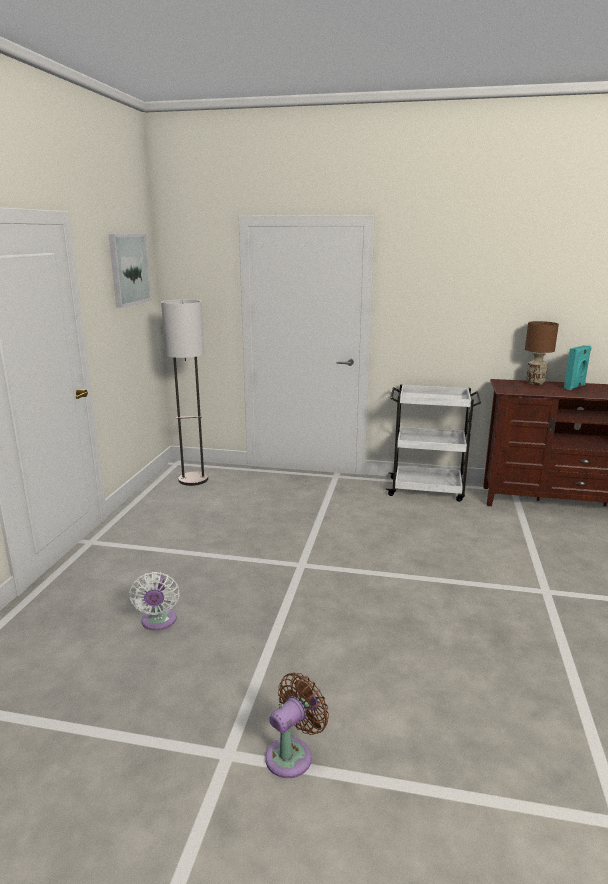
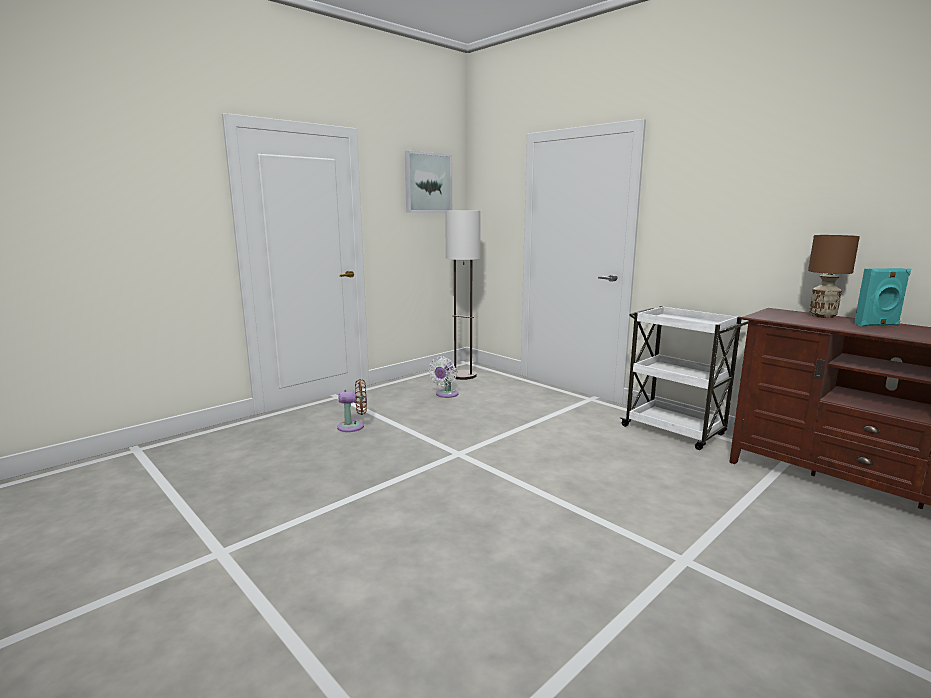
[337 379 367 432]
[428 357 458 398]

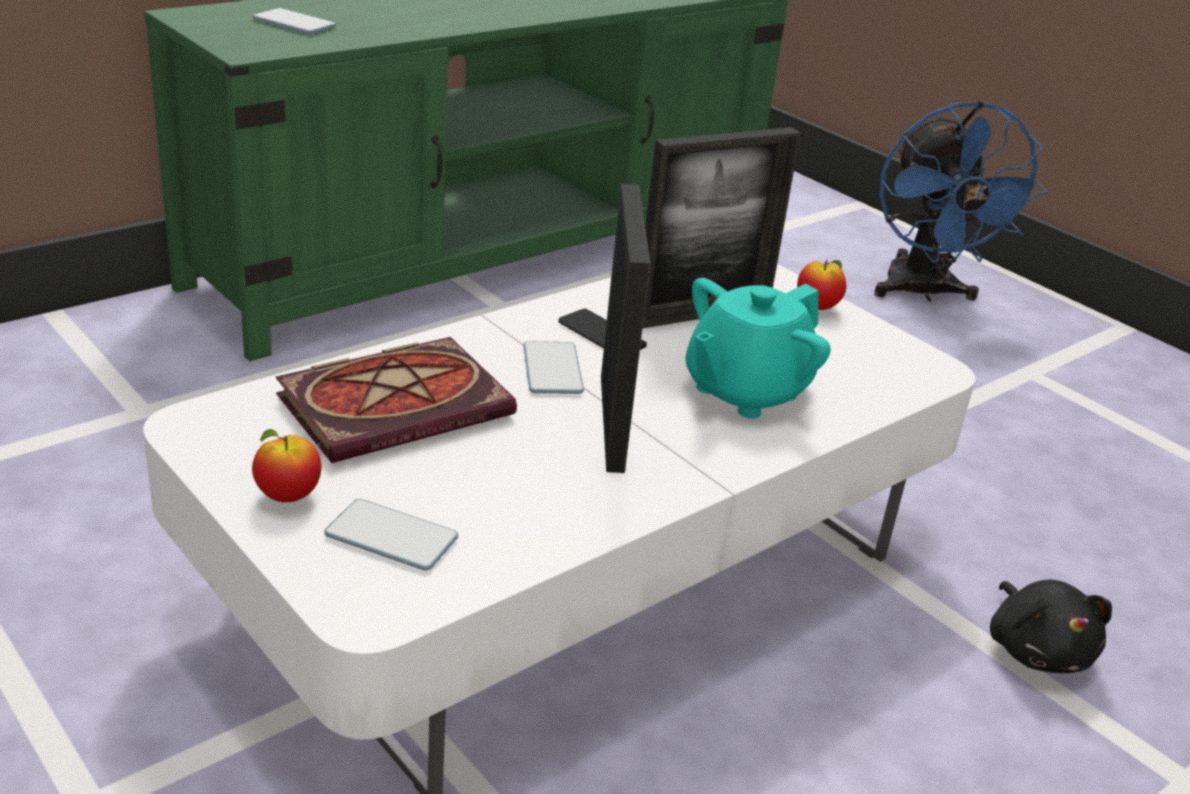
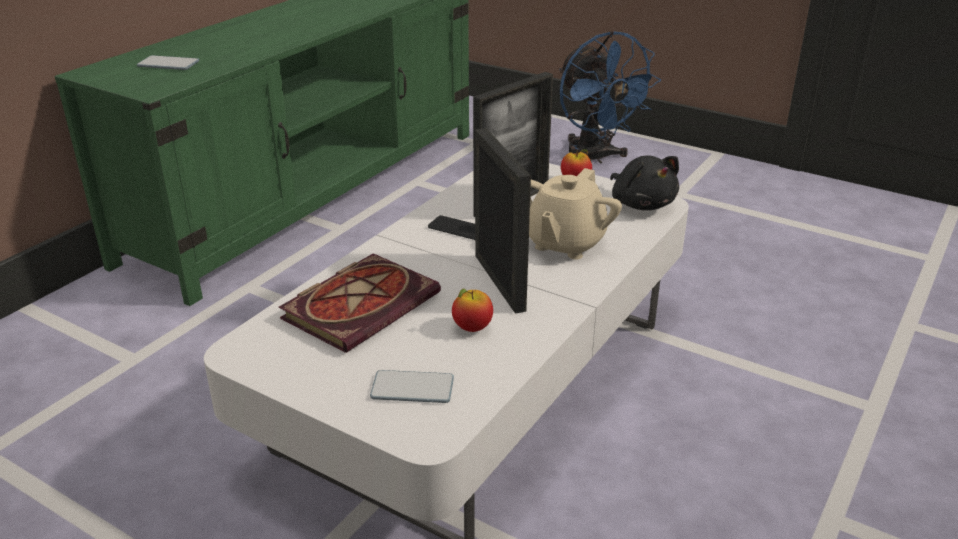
[452 289 493 332]
[529 168 622 260]
[610 156 679 210]
[523 341 584 394] (first image)

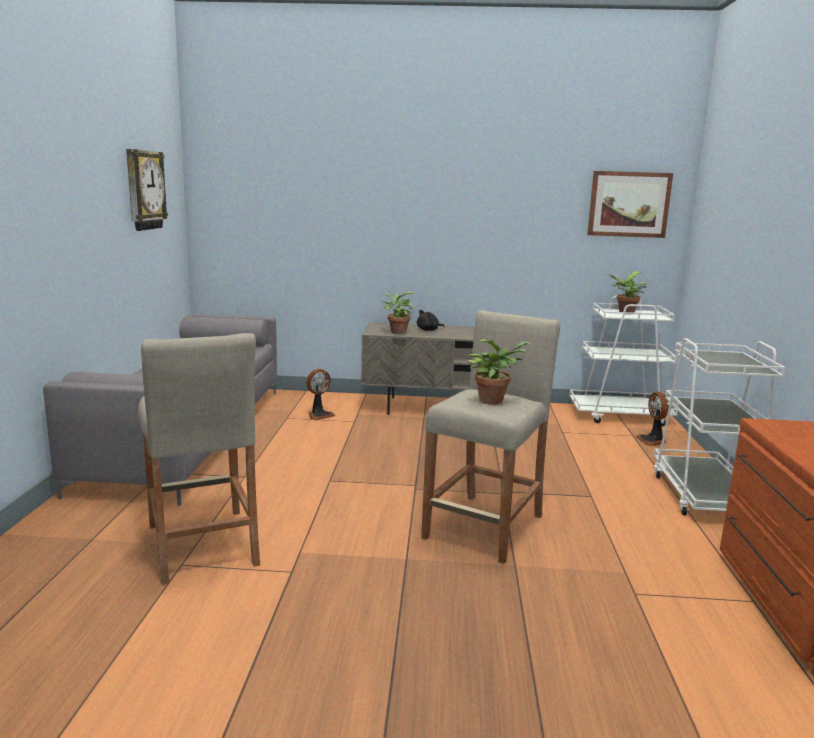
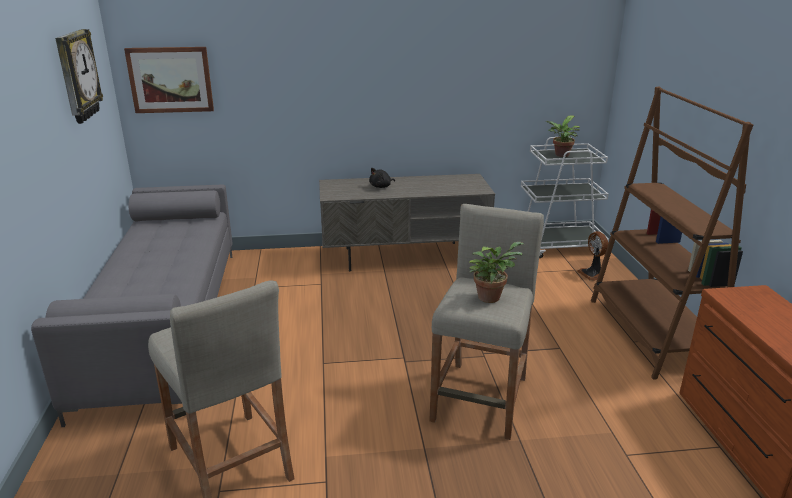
[124 47 214 113]
[591 86 753 380]
[306 369 335 420] (first image)
[382 292 414 334] (first image)

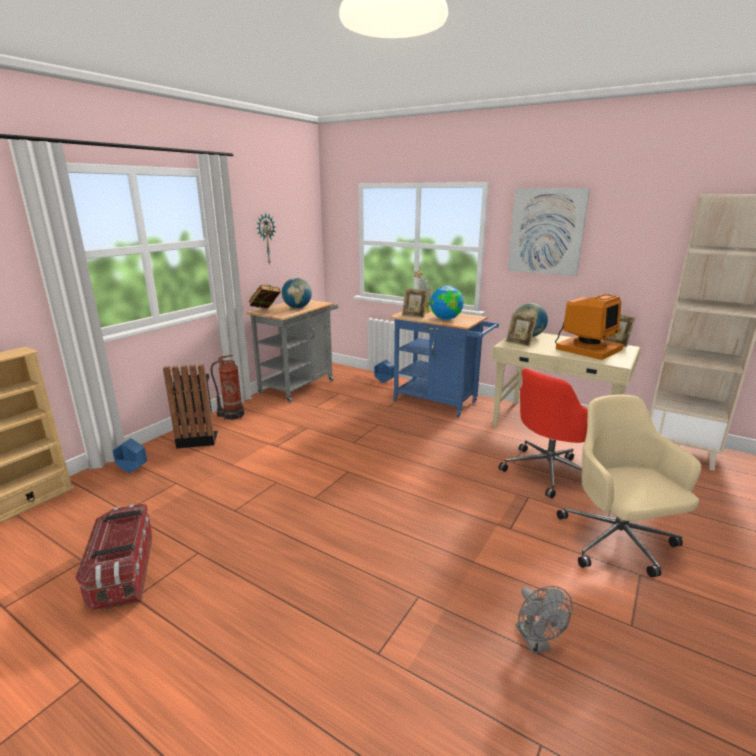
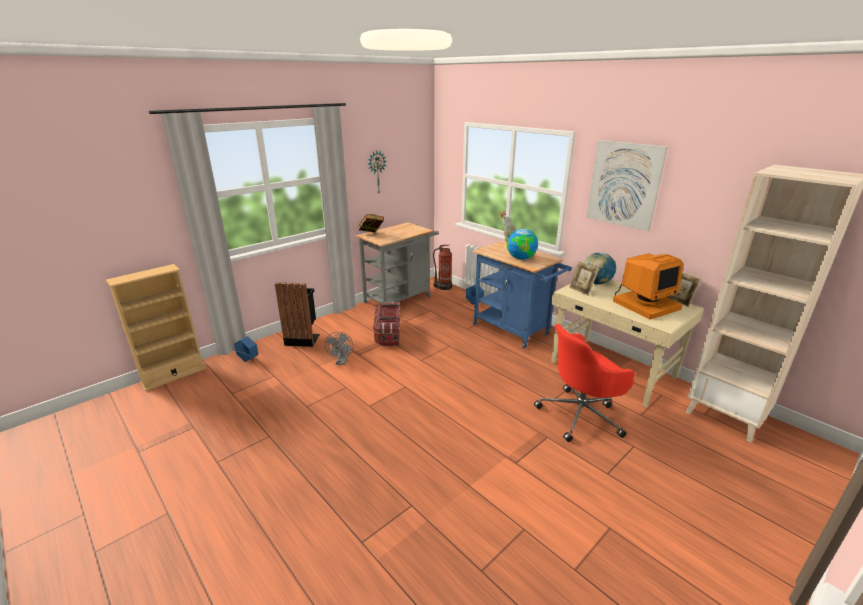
[325 332 353 365]
[373 302 400 346]
[433 245 452 291]
[282 278 312 308] (first image)
[402 288 428 318] (first image)
[557 395 701 577] (first image)

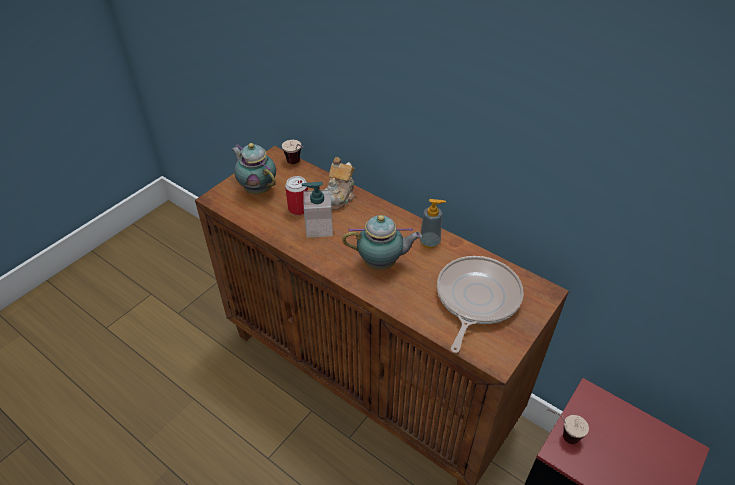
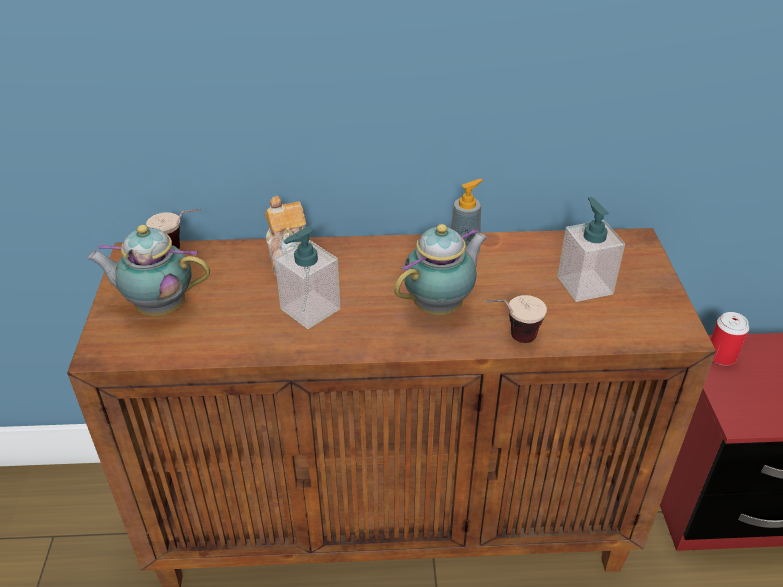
[484 295 547 343]
[557 197 625 302]
[710 312 749 366]

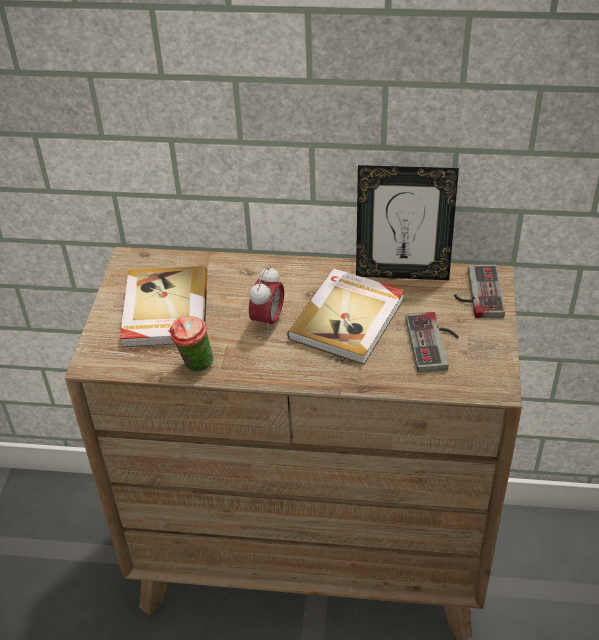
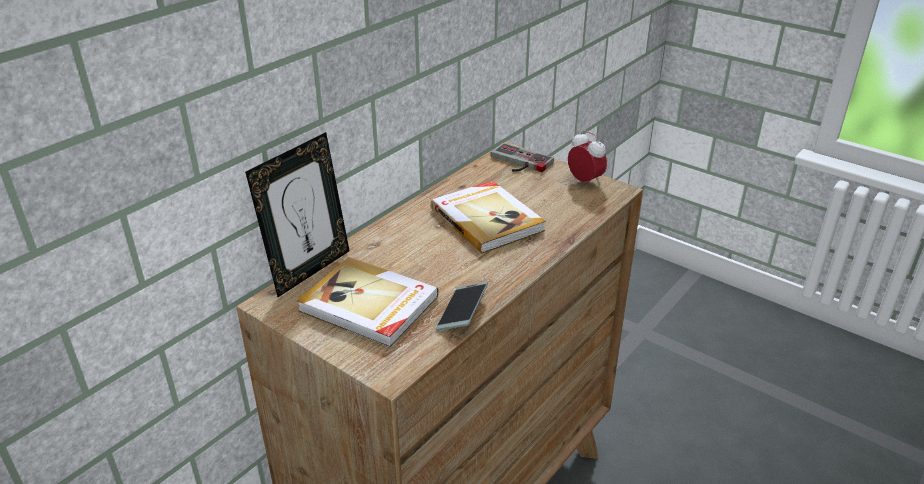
[245 132 350 297]
[436 282 488 331]
[568 130 607 185]
[406 312 459 373] (first image)

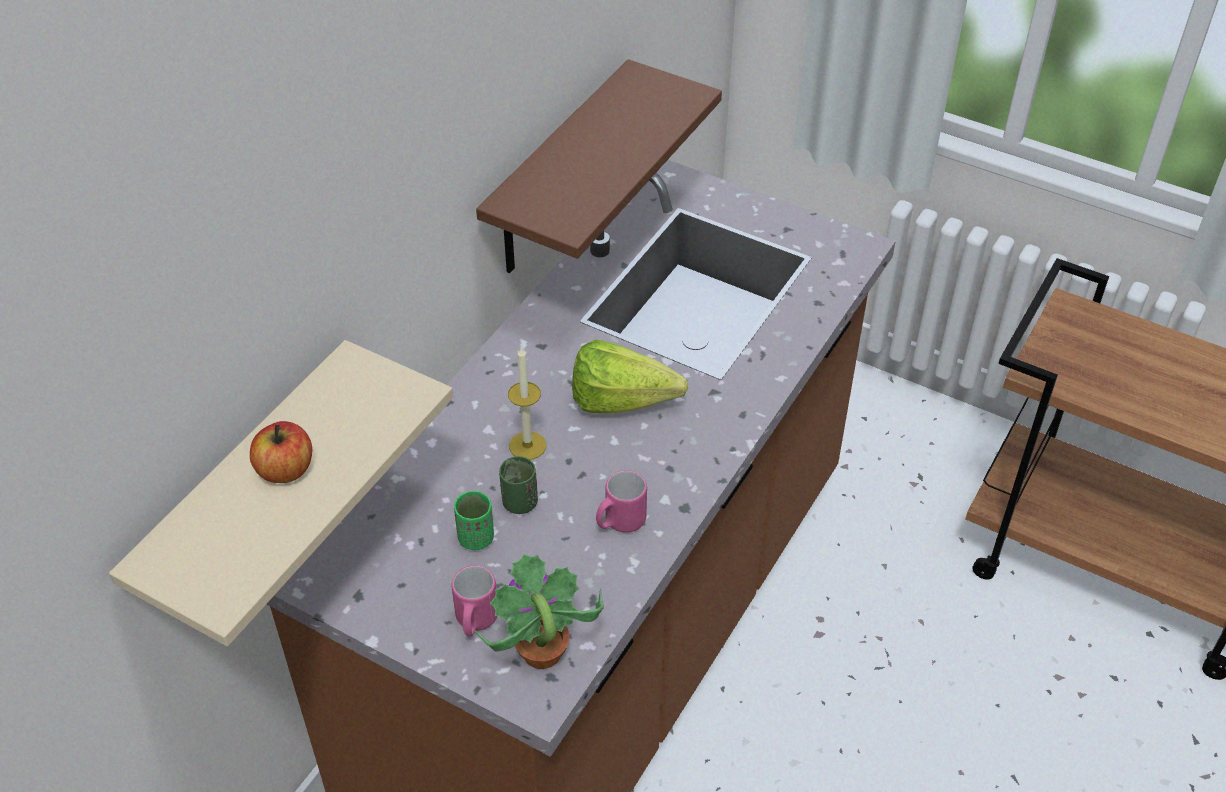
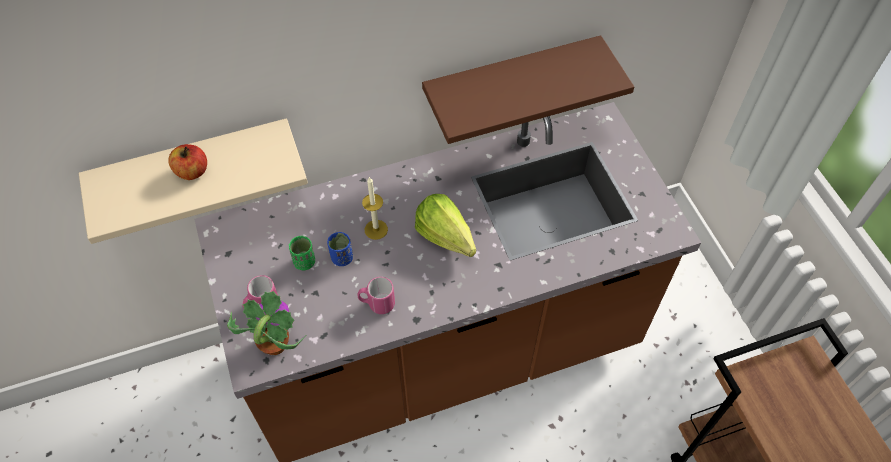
[327 232 353 266]

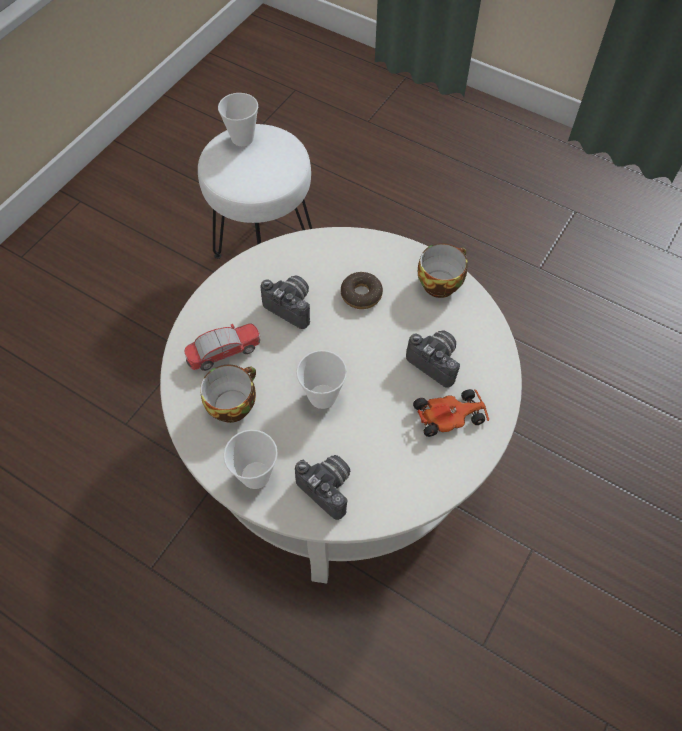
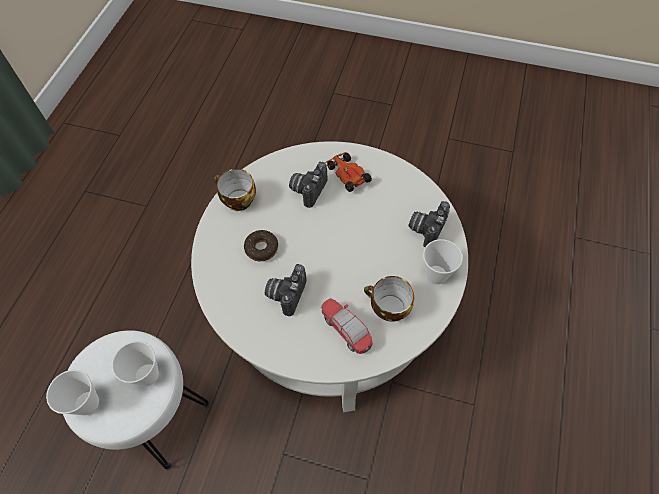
[112 341 159 387]

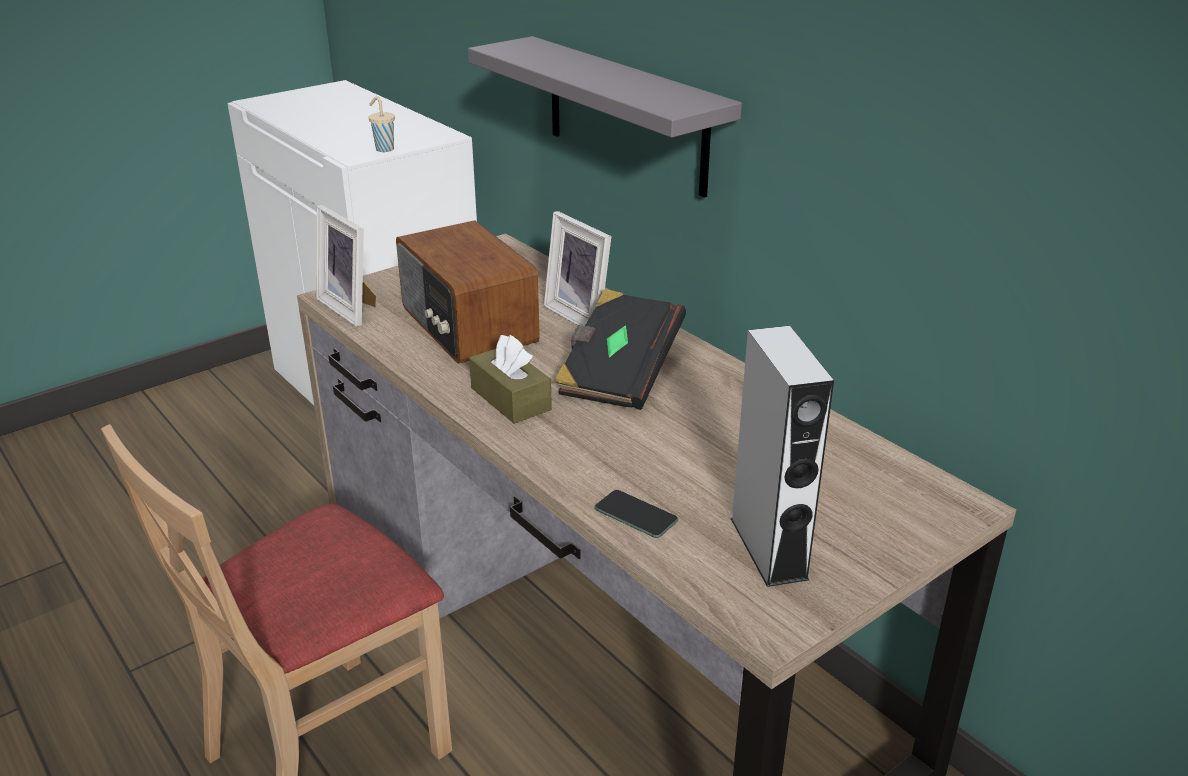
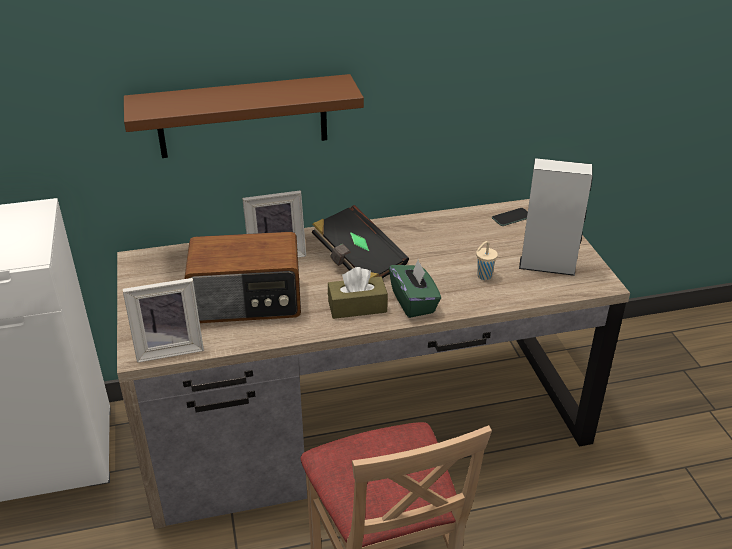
[124 74 364 158]
[389 260 441 318]
[476 241 498 280]
[492 208 528 226]

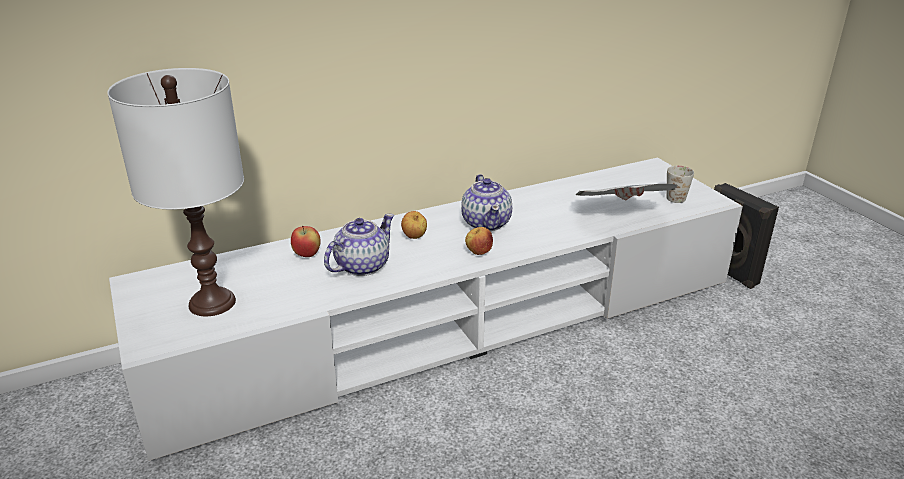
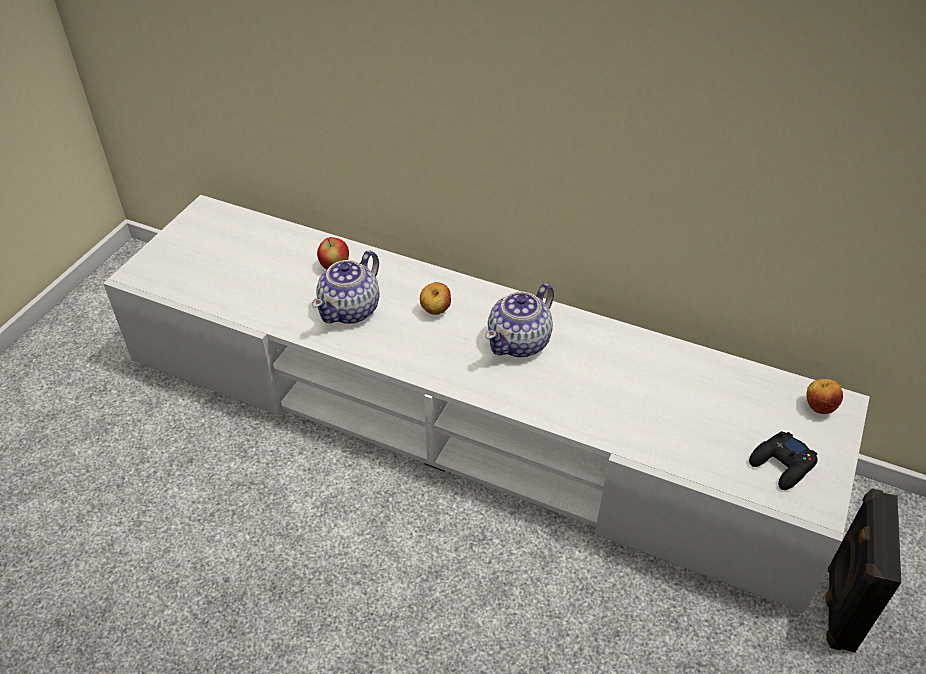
[312 250 380 324]
[749 431 818 490]
[807 379 843 414]
[107 68 244 316] (first image)
[576 184 677 200] (first image)

